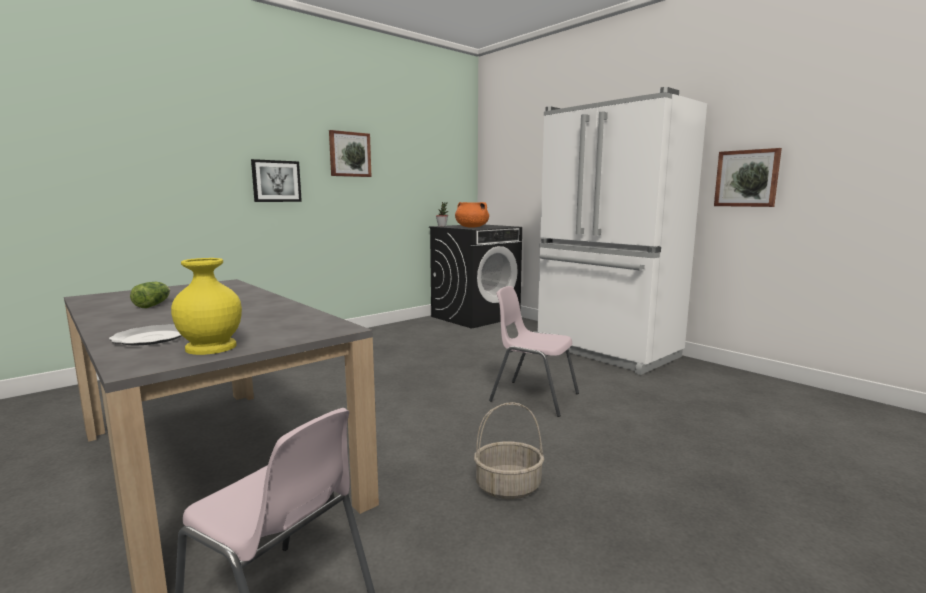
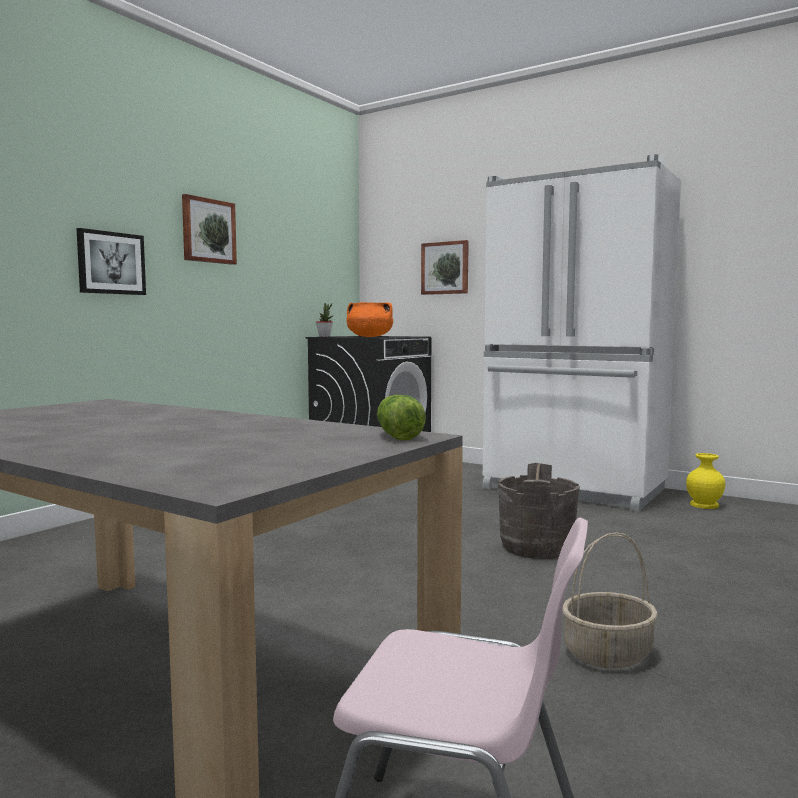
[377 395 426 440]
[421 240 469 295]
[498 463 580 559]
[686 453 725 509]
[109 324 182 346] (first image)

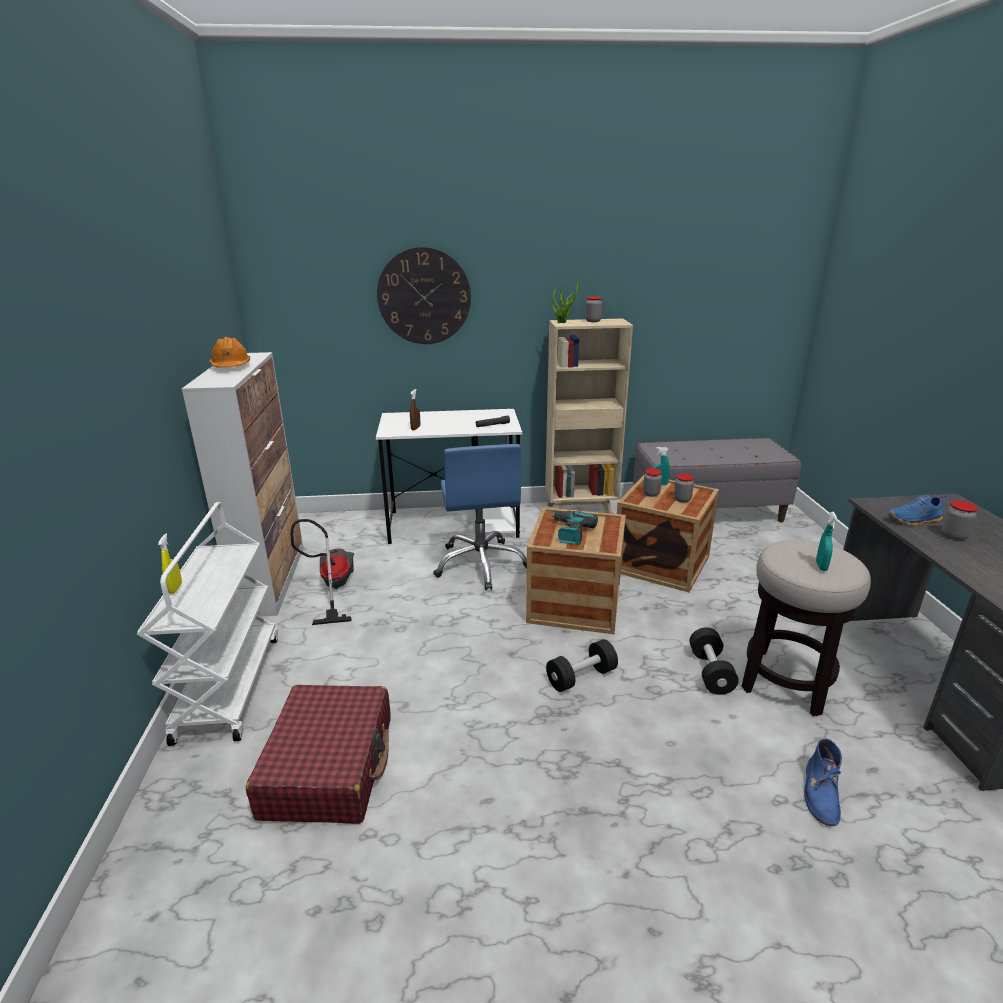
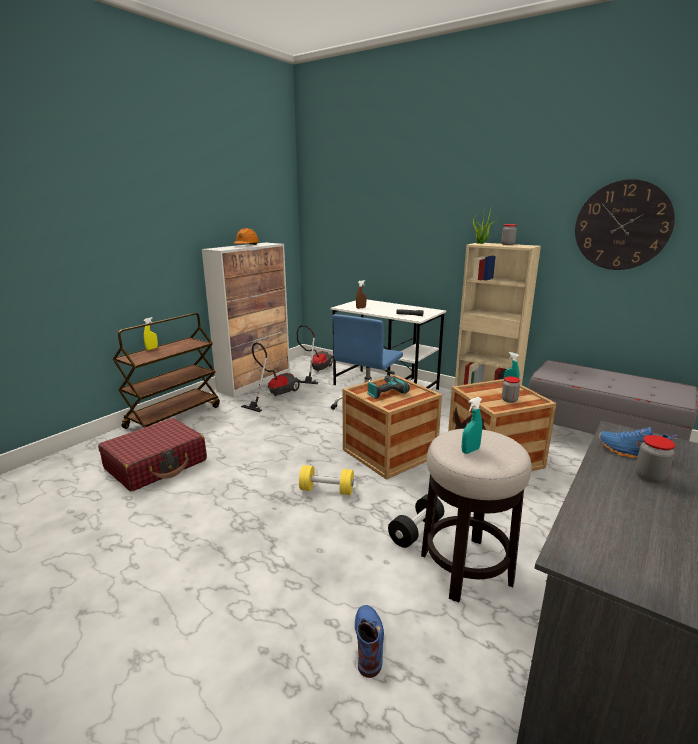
[113 313 220 429]
[297 325 333 384]
[299 465 354 495]
[355 605 384 678]
[575 179 675 270]
[643 468 662 497] (first image)

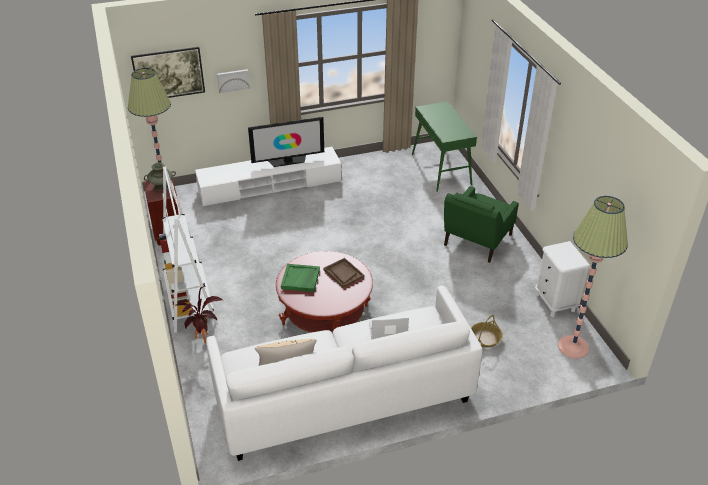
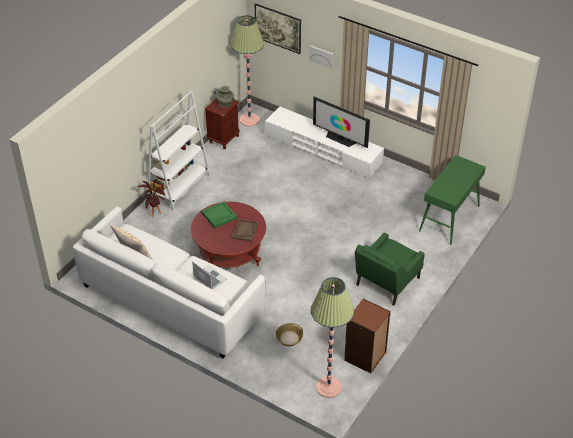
[344 299 391 373]
[355 232 425 306]

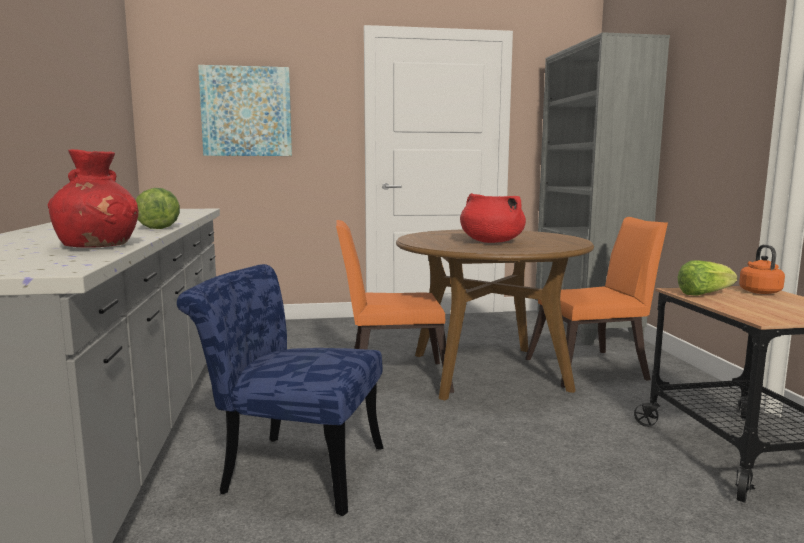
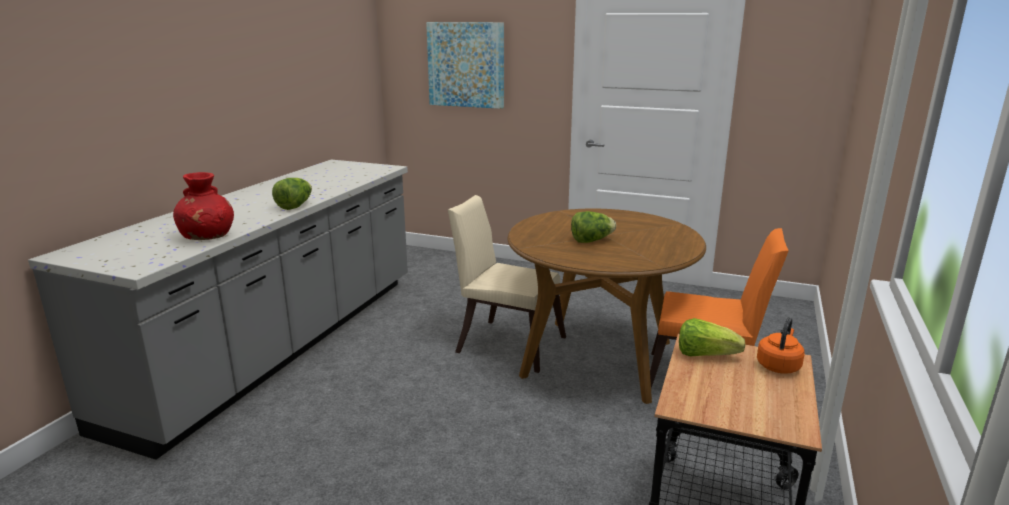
[448 195 566 373]
[571 211 616 243]
[177 264 383 516] (first image)
[535 32 670 345] (first image)

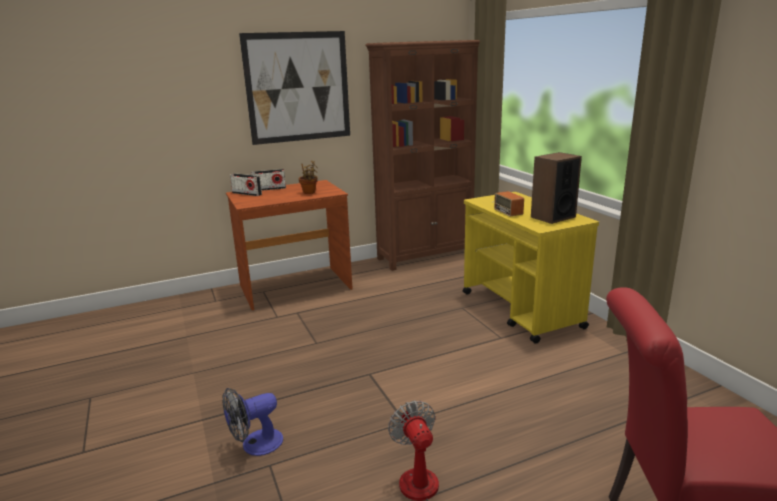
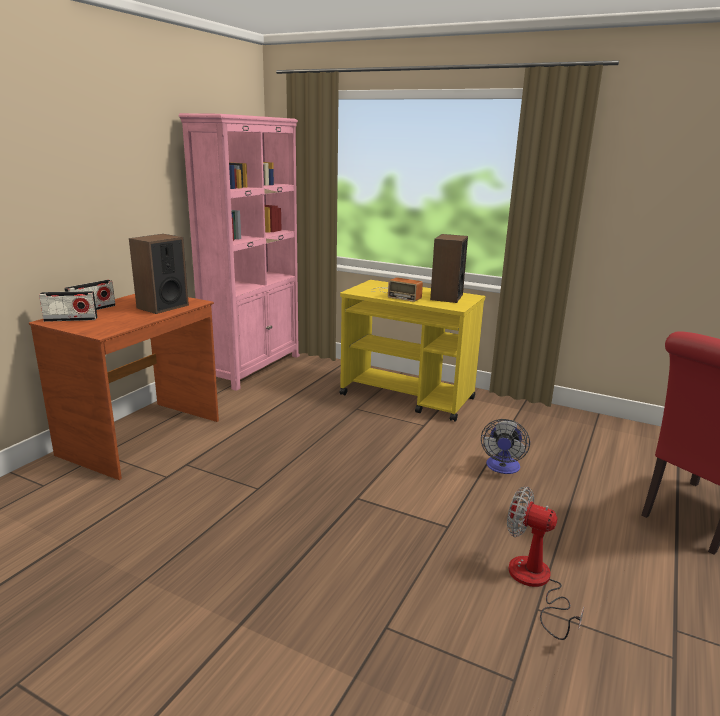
[129 234 189 314]
[179 113 300 391]
[481 419 530 474]
[239 31 350 145] (first image)

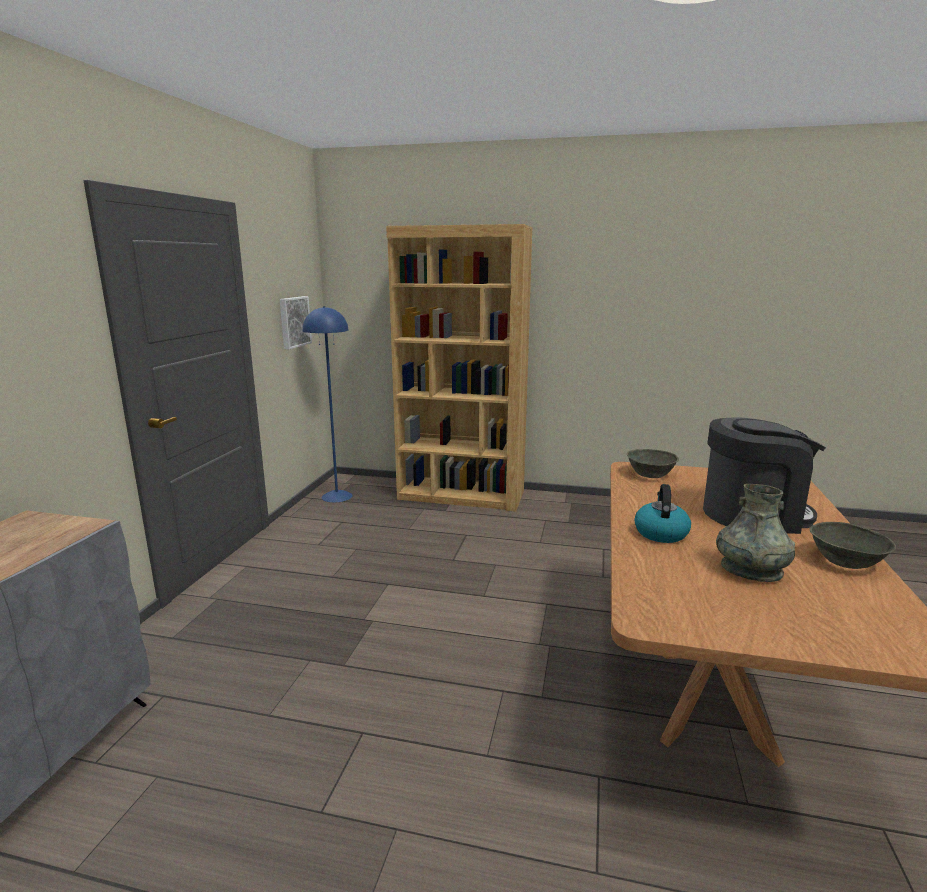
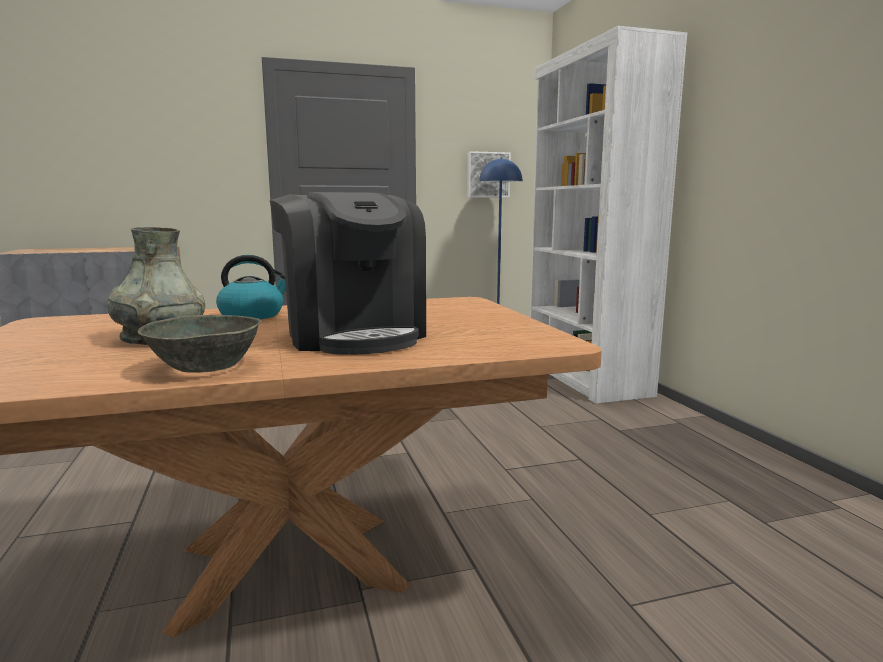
[530 26 687 404]
[627 449 679 478] (first image)

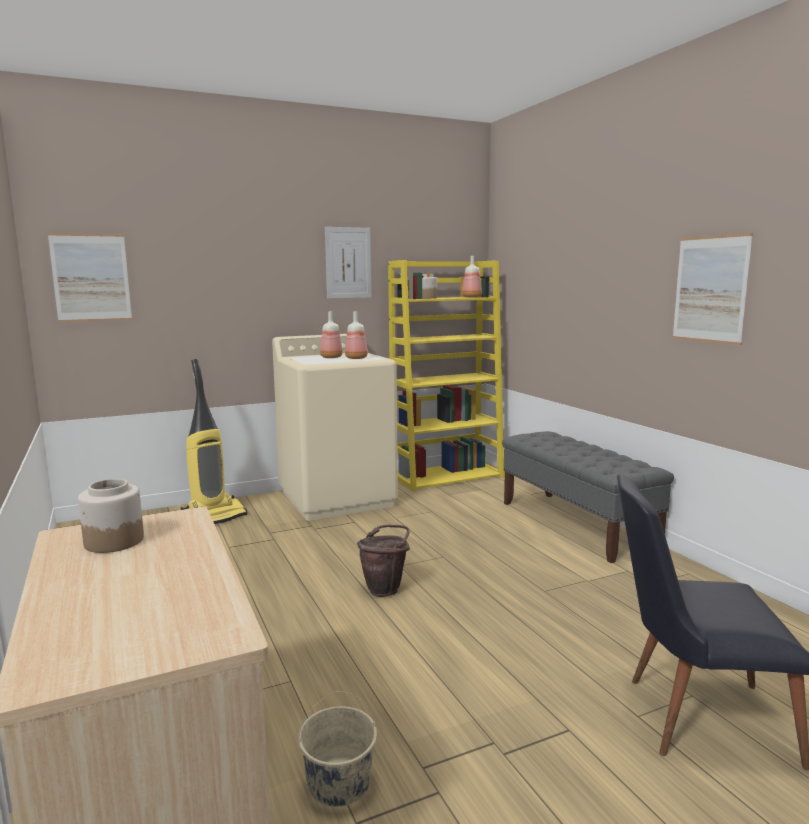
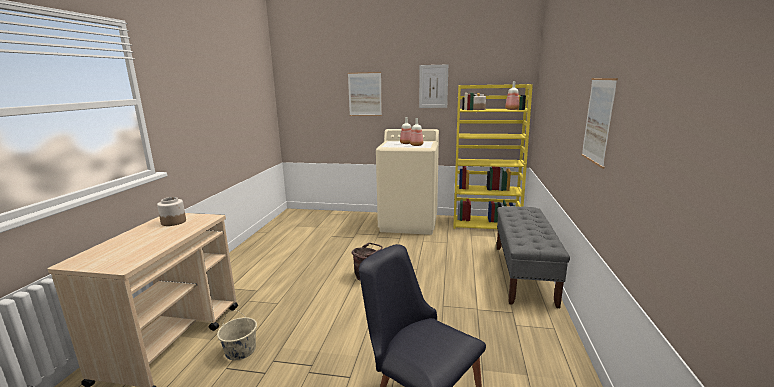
[348 72 382 116]
[181 359 248 524] (first image)

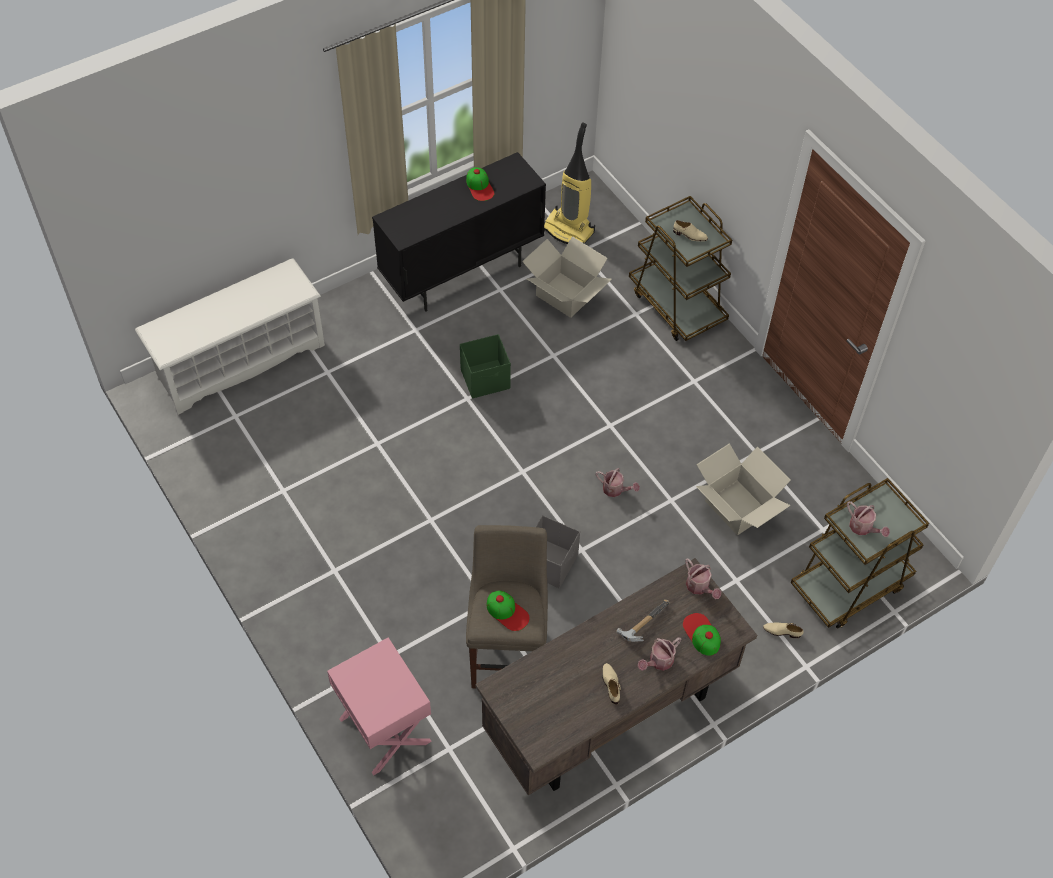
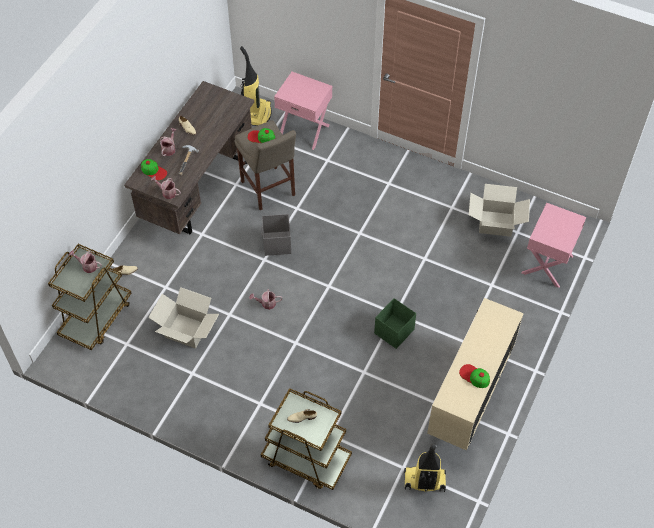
[240 46 272 126]
[427 298 524 451]
[469 184 530 237]
[521 203 586 288]

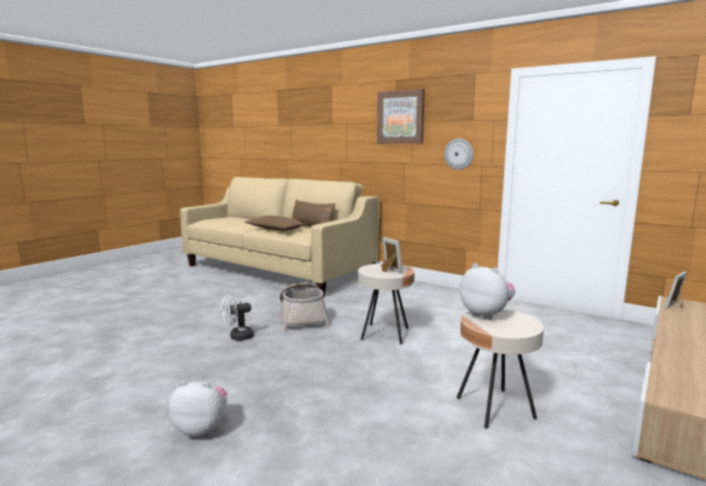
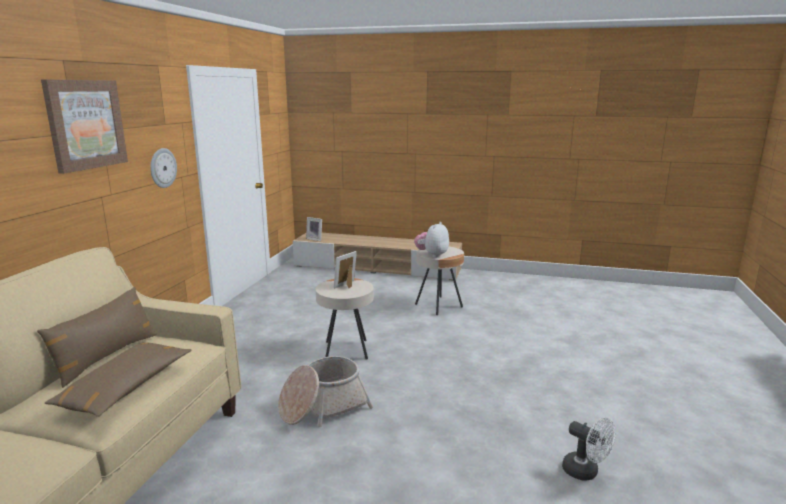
[562 417 615 481]
[169 381 227 437] (first image)

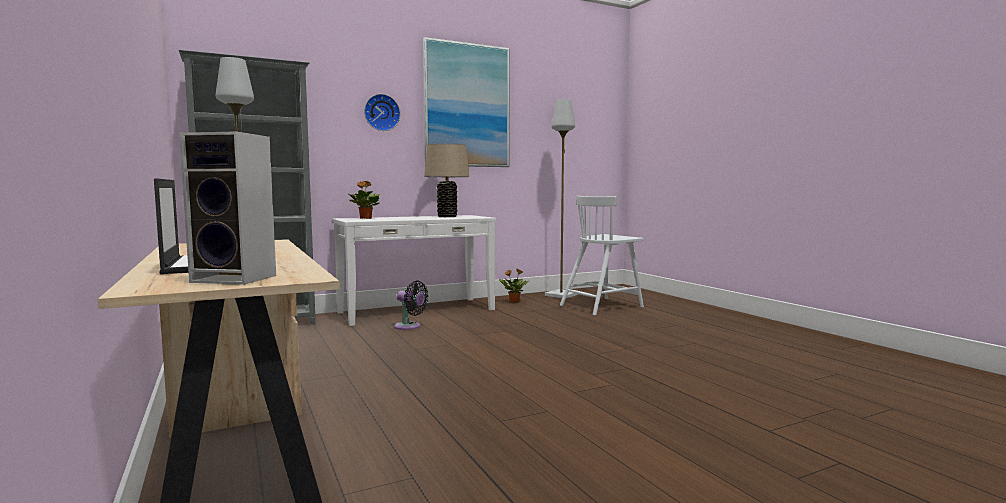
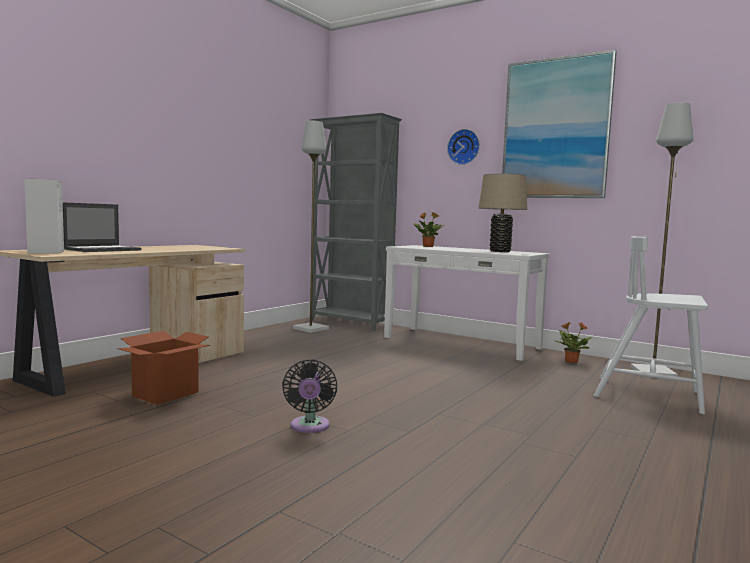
[117 331 210 405]
[282 359 337 433]

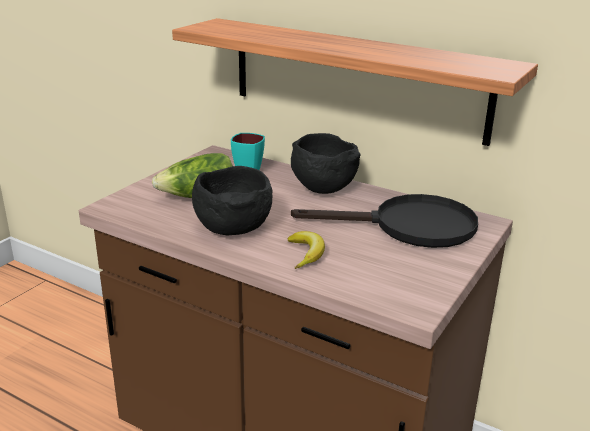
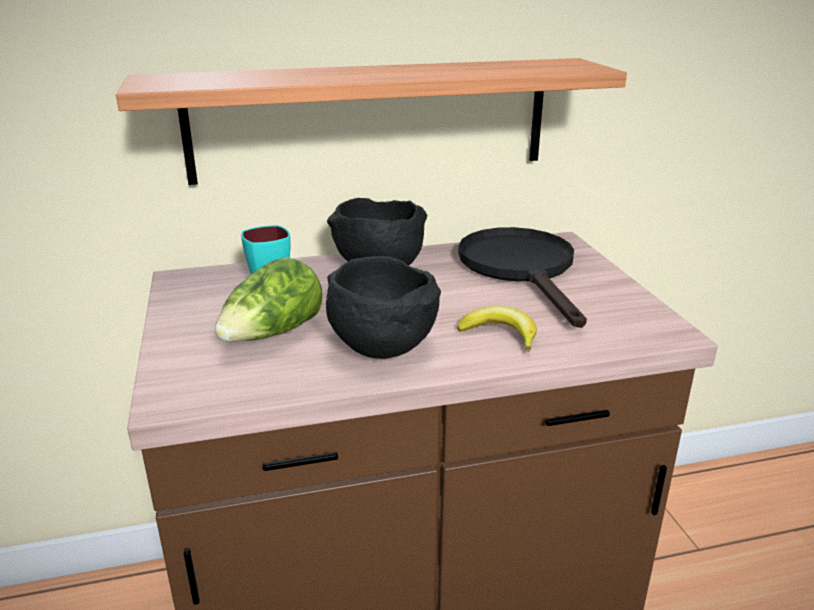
[458 227 587 328]

